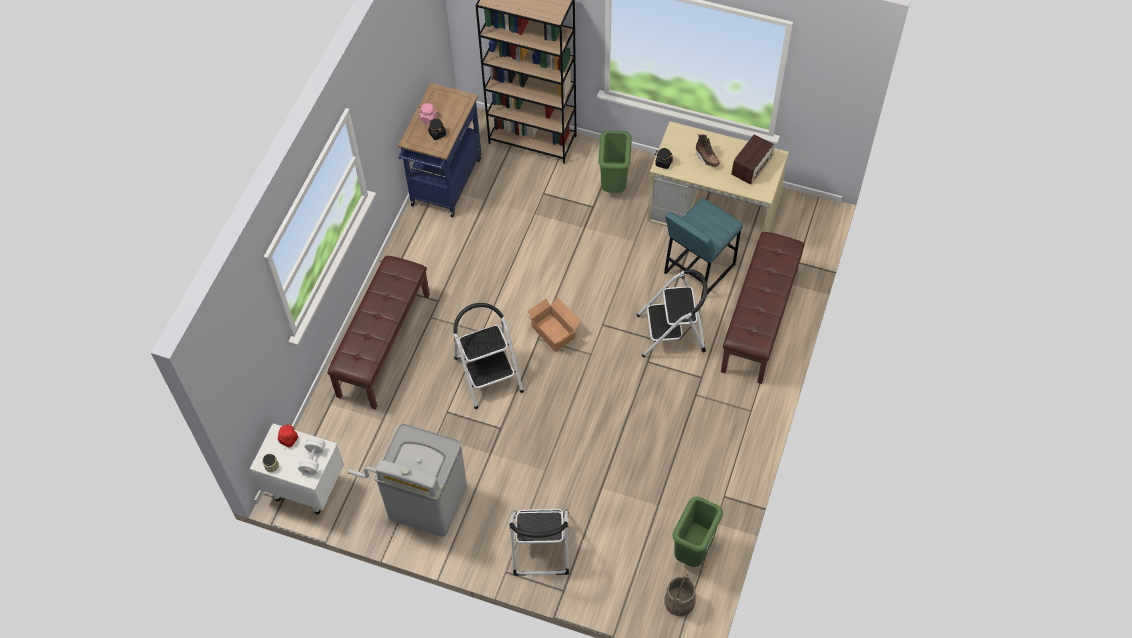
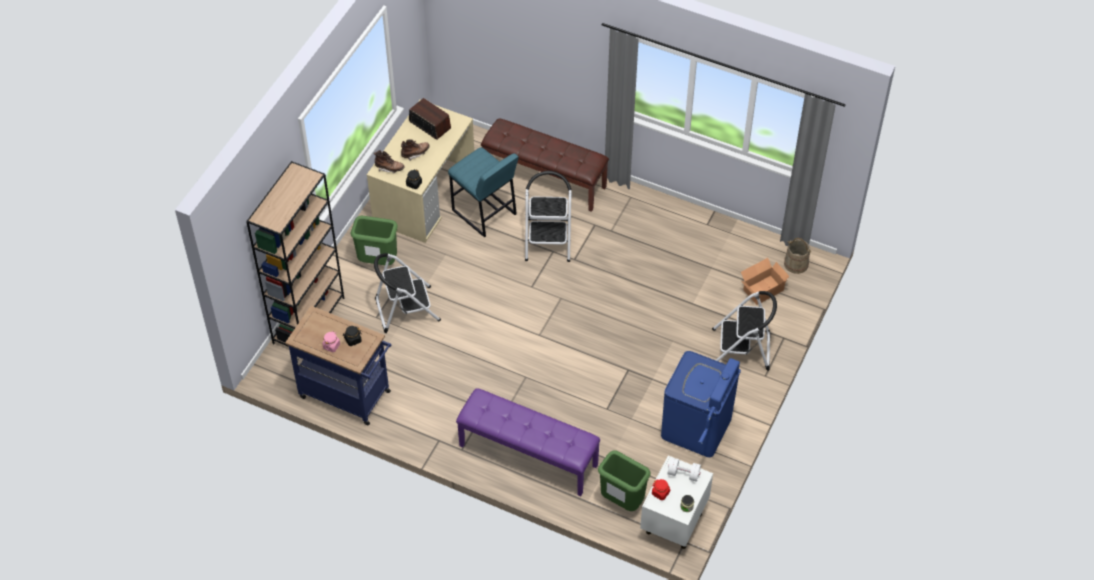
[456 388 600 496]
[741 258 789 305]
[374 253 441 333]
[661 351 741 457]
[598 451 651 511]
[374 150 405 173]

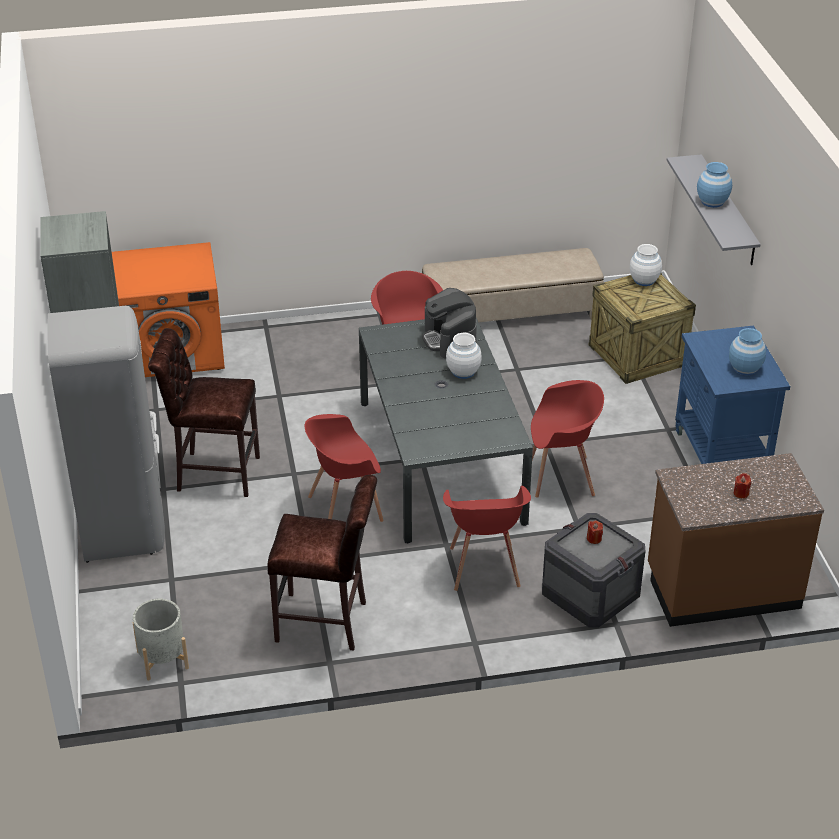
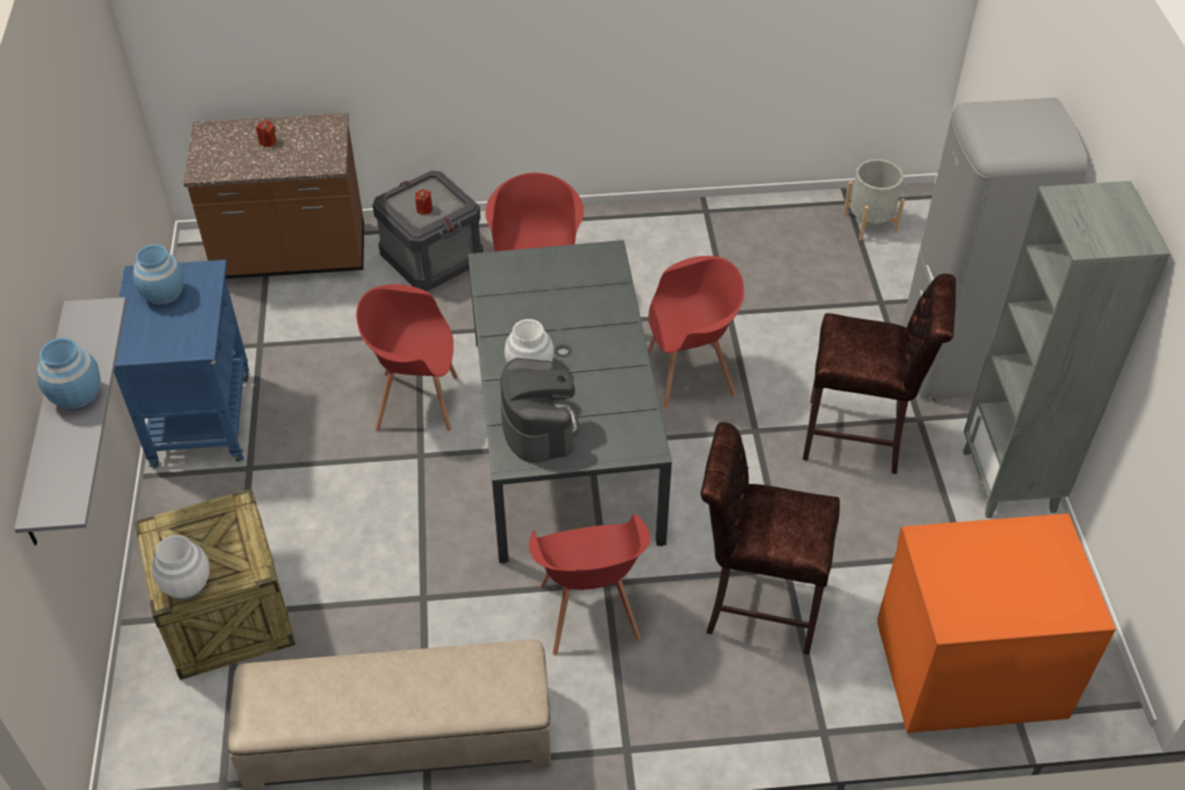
[701 422 840 655]

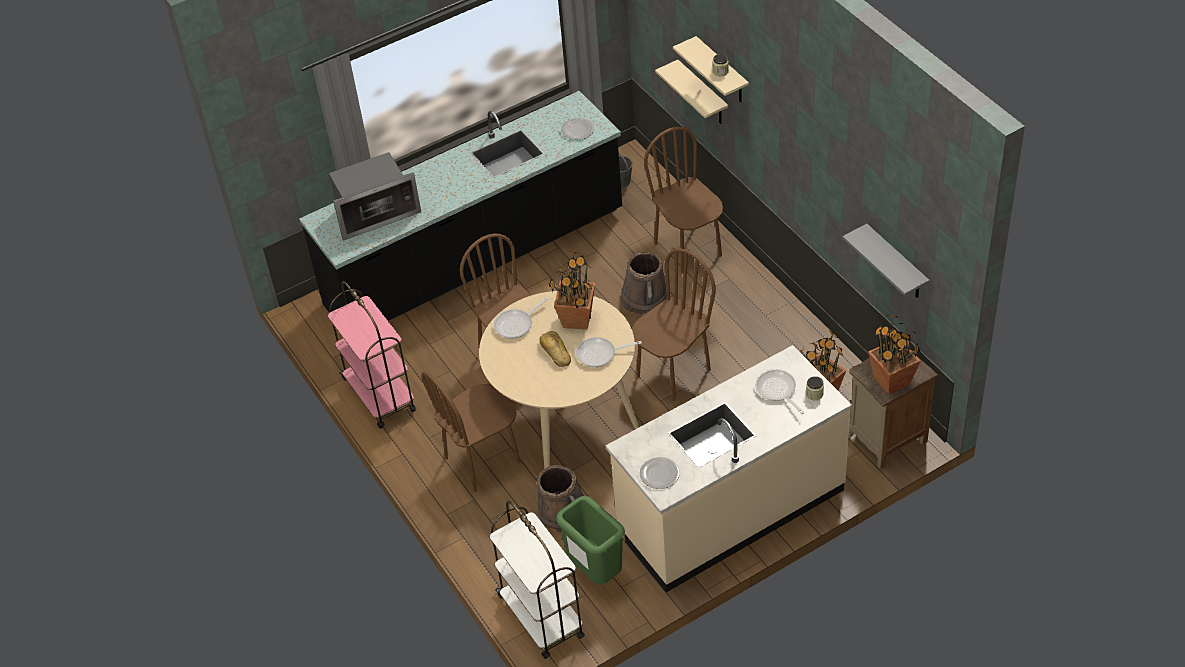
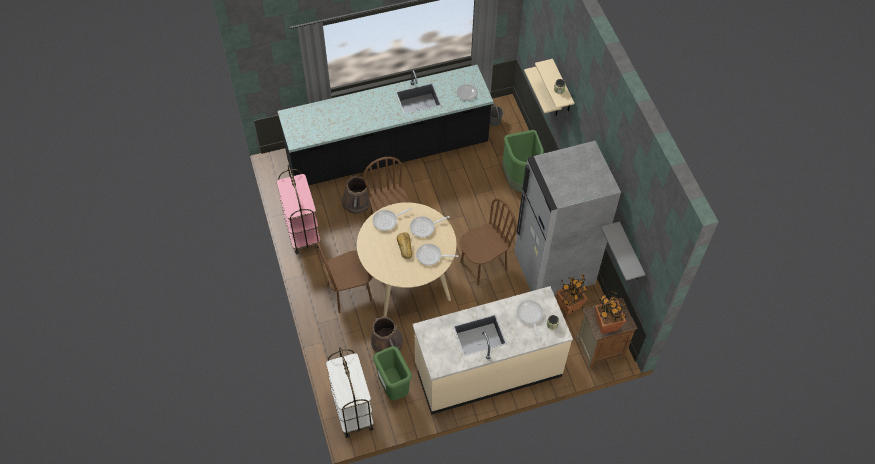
[502 130 544 192]
[329 152 421 241] (first image)
[410 216 450 237]
[342 176 371 214]
[640 457 680 489] (first image)
[515 141 621 295]

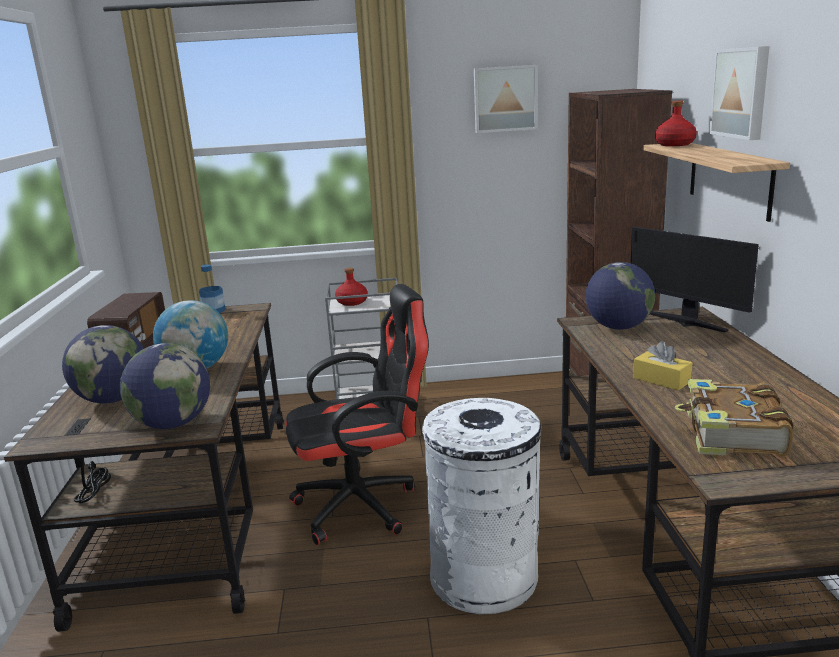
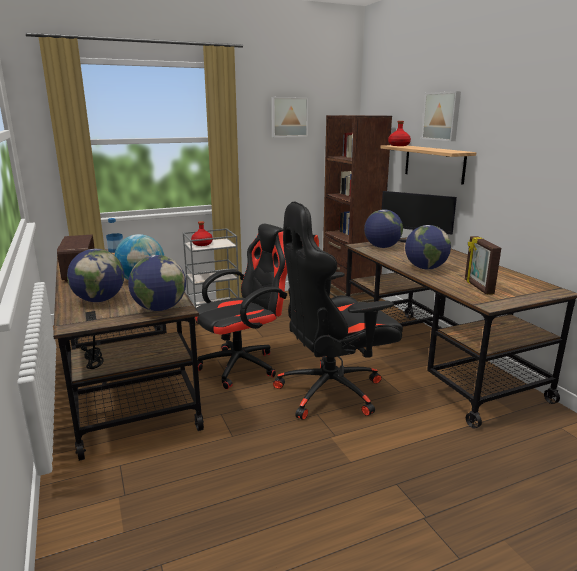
[405 225 451 269]
[465 236 501 295]
[273 201 403 420]

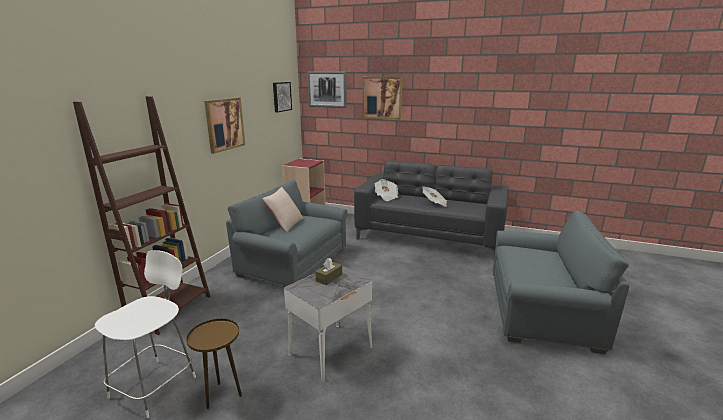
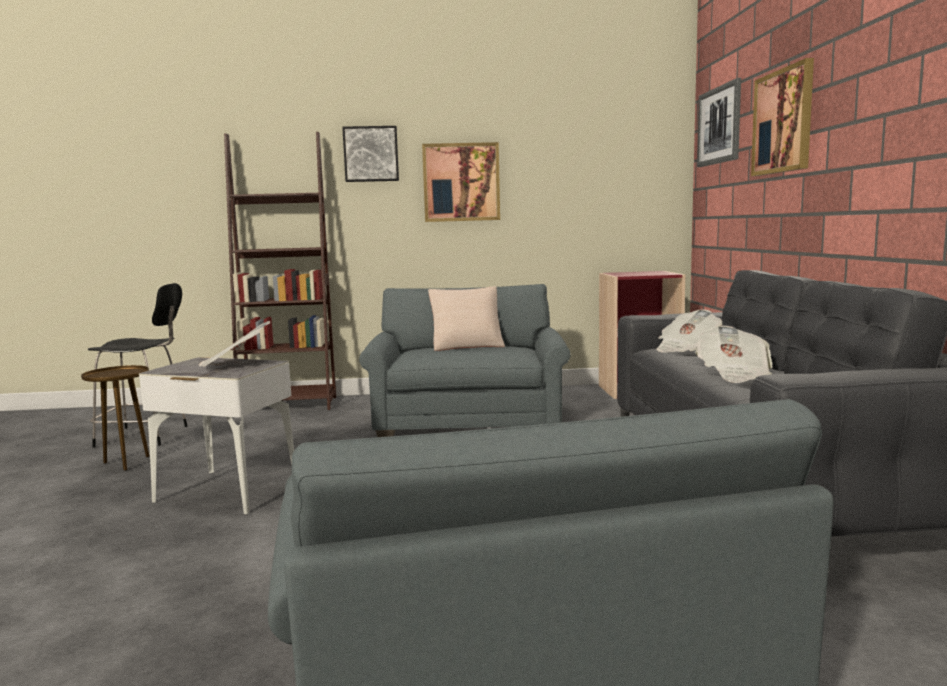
[342 126 399 182]
[88 283 187 448]
[198 321 270 367]

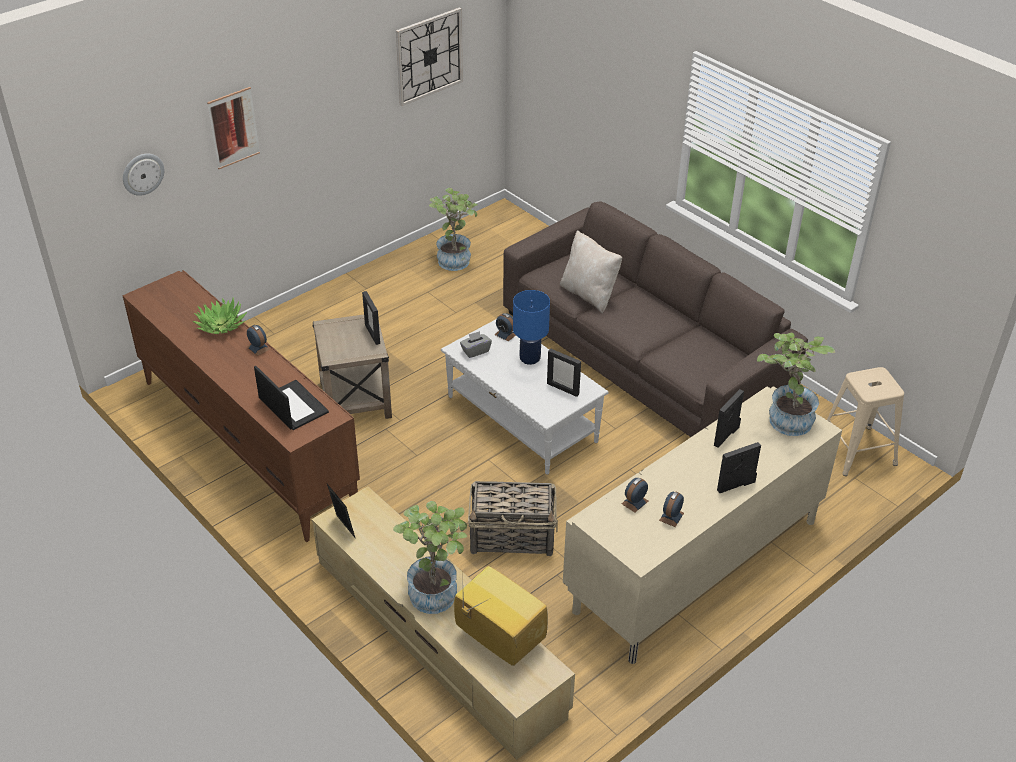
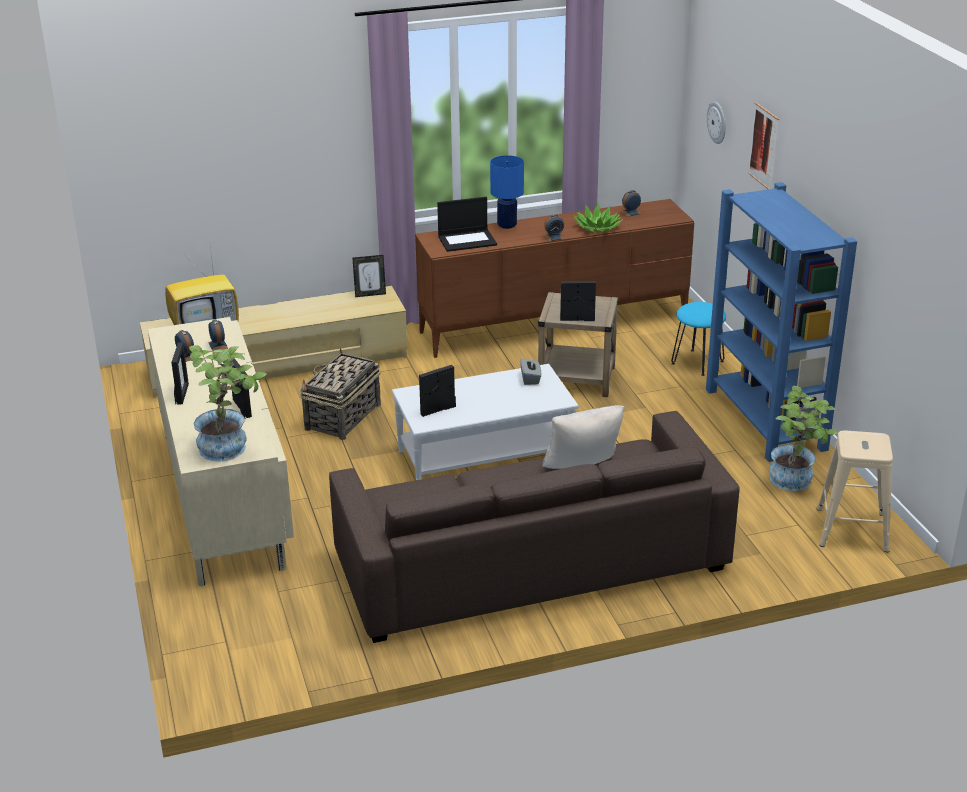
[396 7 463 106] (first image)
[490 155 524 229]
[621 190 642 217]
[816 430 893 552]
[393 501 467 614] (first image)
[706 182 857 462]
[671 302 726 376]

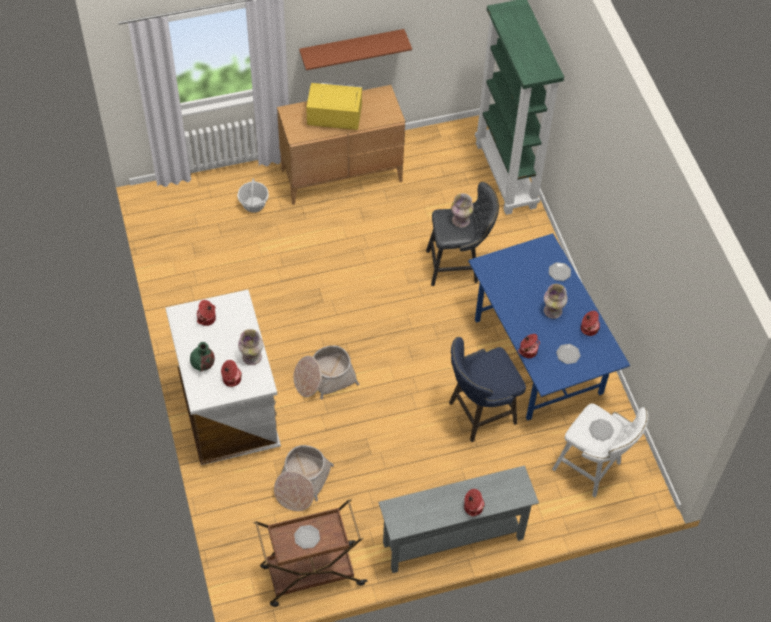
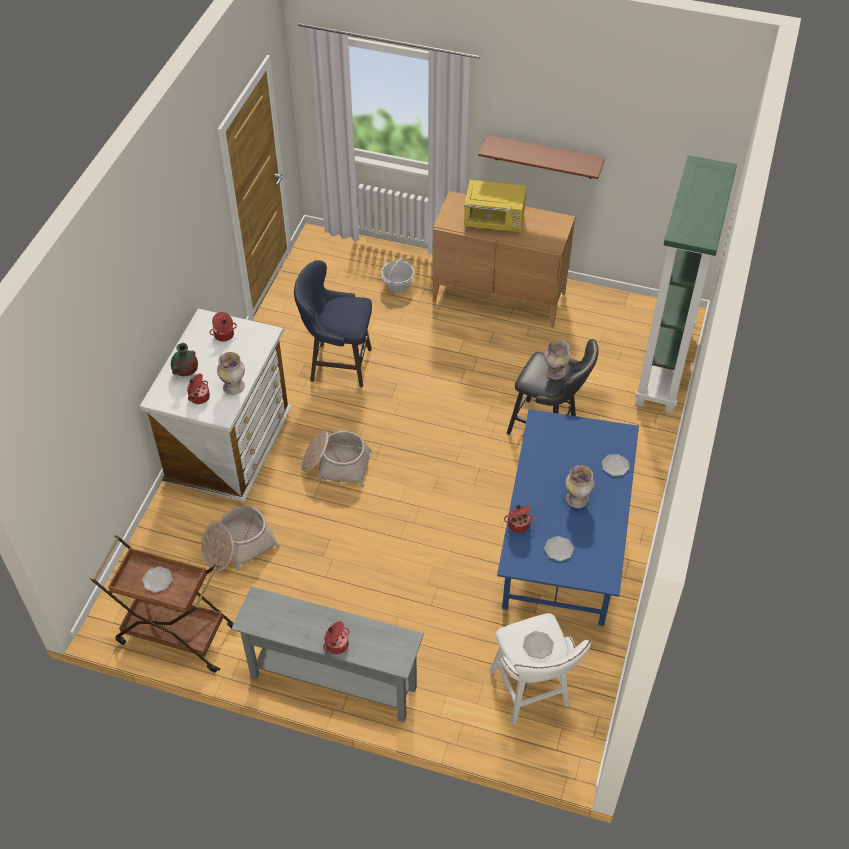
[464 180 526 232]
[581 311 600 336] (first image)
[294 260 372 387]

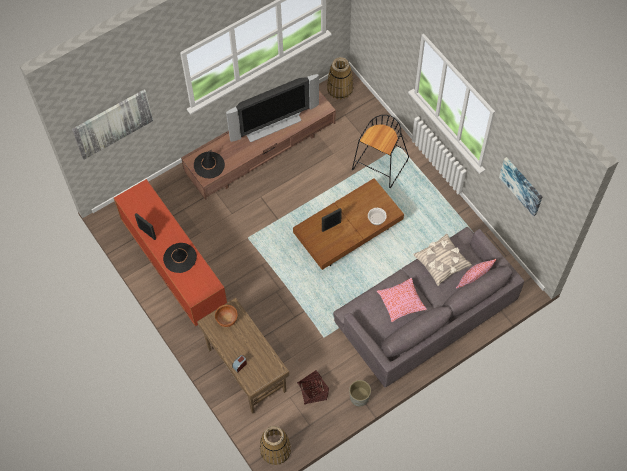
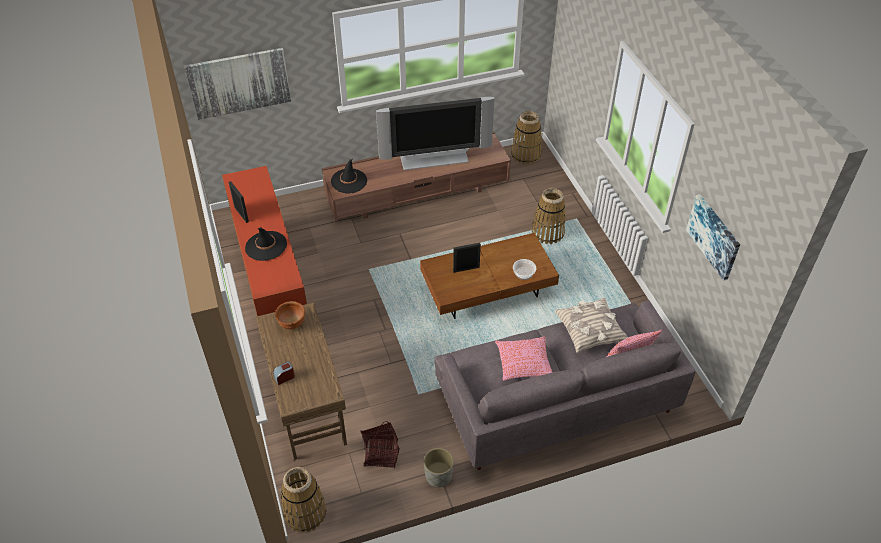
[532 188 566 244]

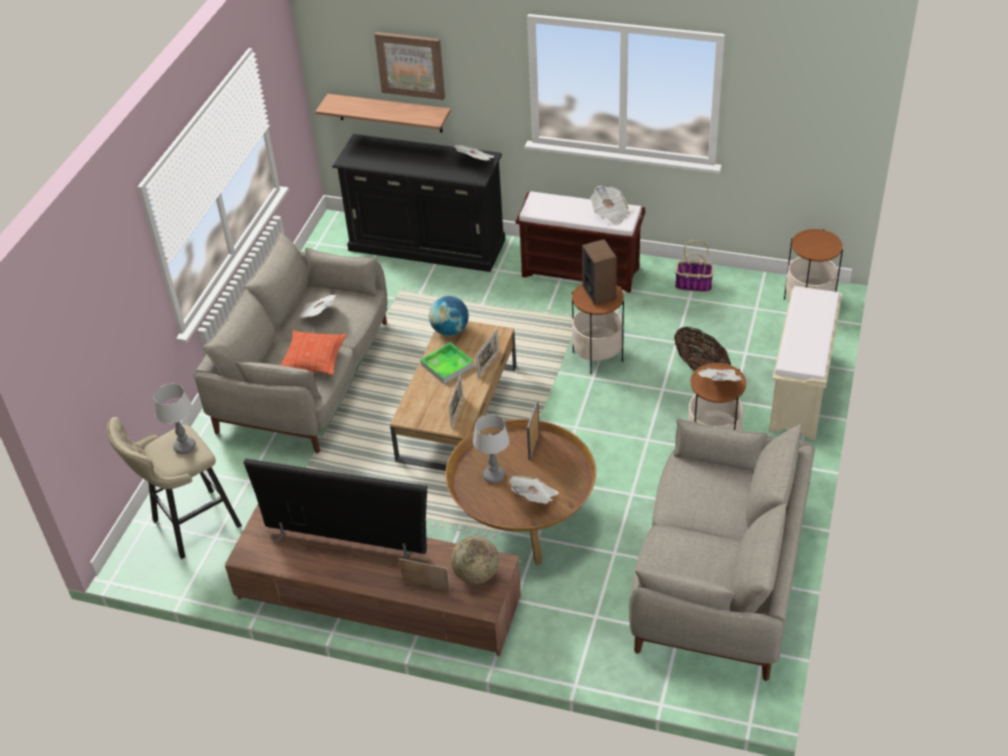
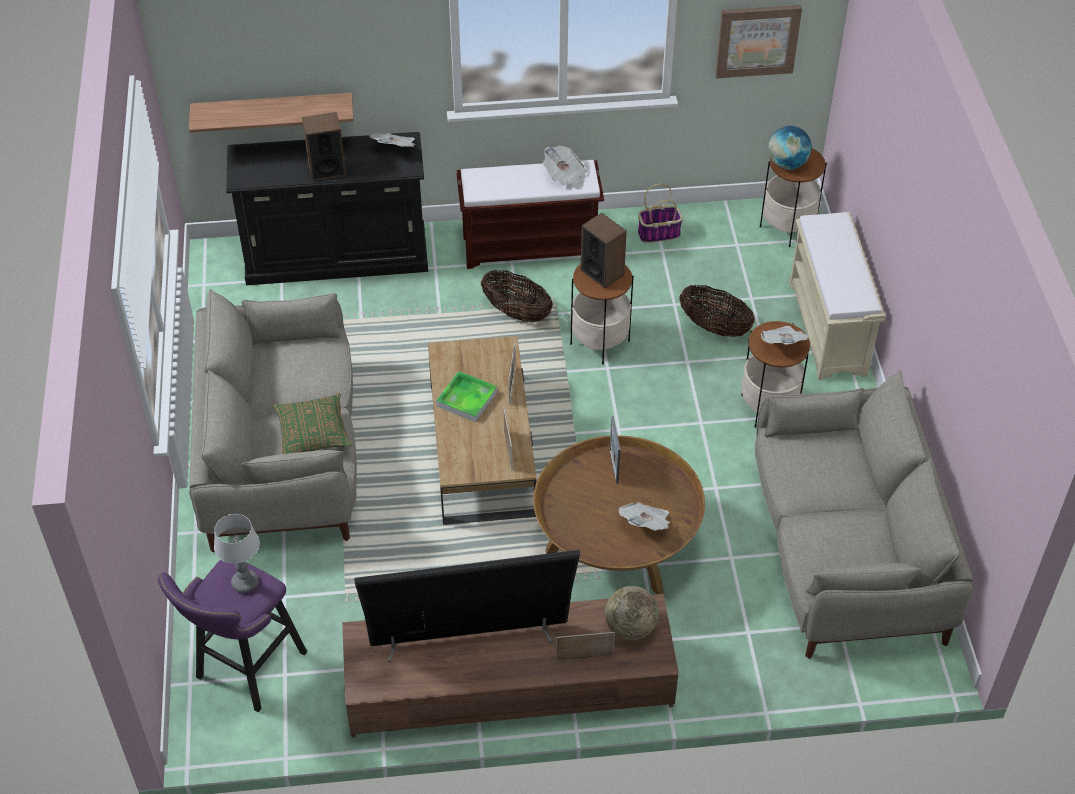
[715 5 802 78]
[299 295 336 318] (first image)
[768 126 812 170]
[273 393 352 454]
[473 414 509 483] (first image)
[158 560 307 712]
[302 112 346 181]
[481 270 553 322]

